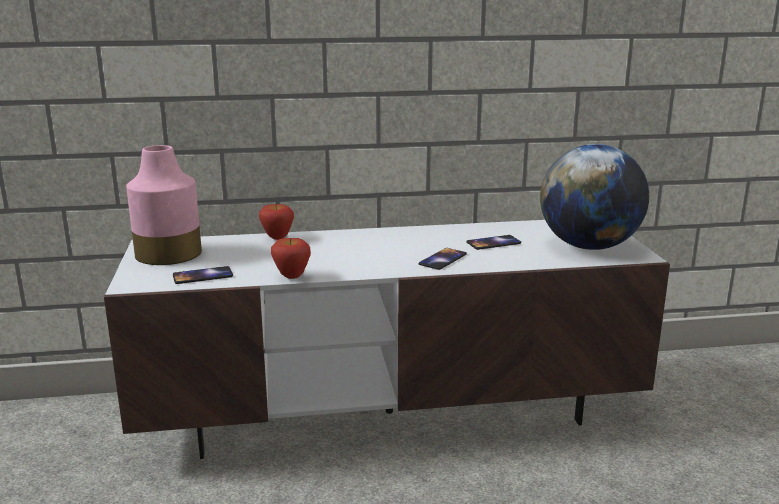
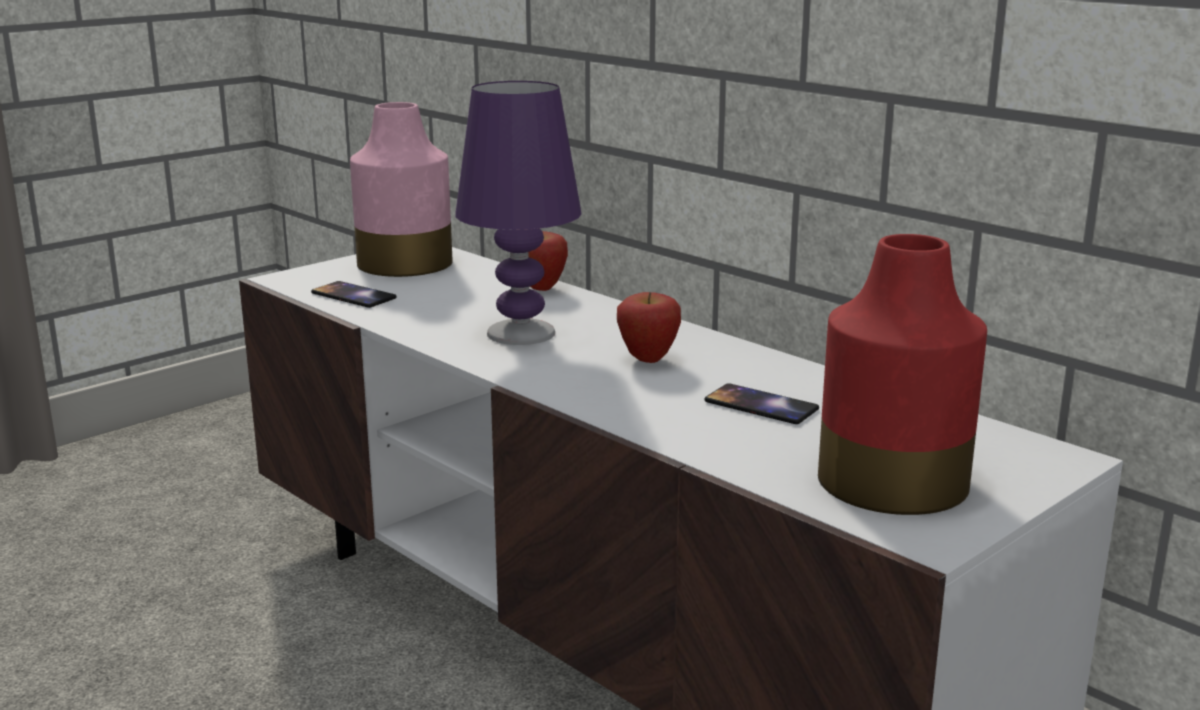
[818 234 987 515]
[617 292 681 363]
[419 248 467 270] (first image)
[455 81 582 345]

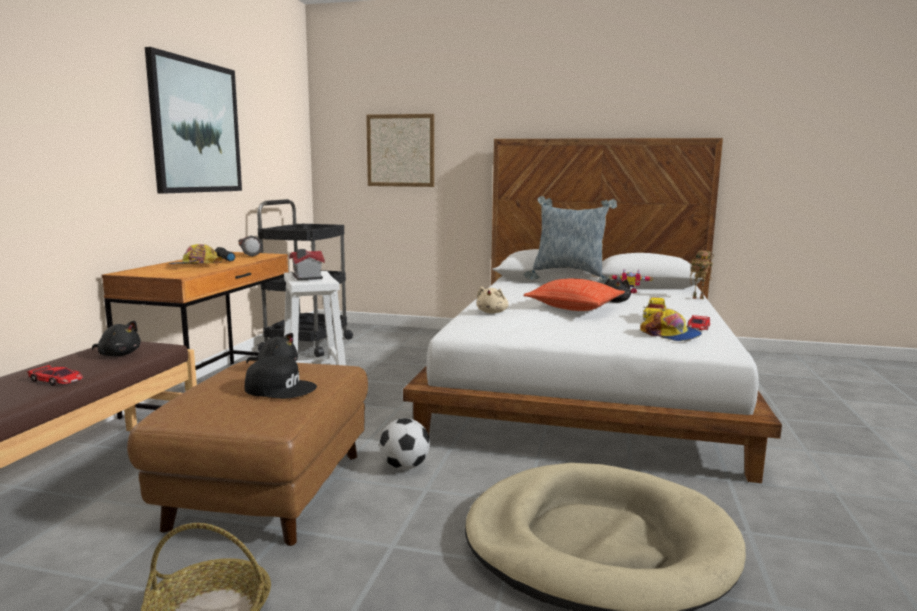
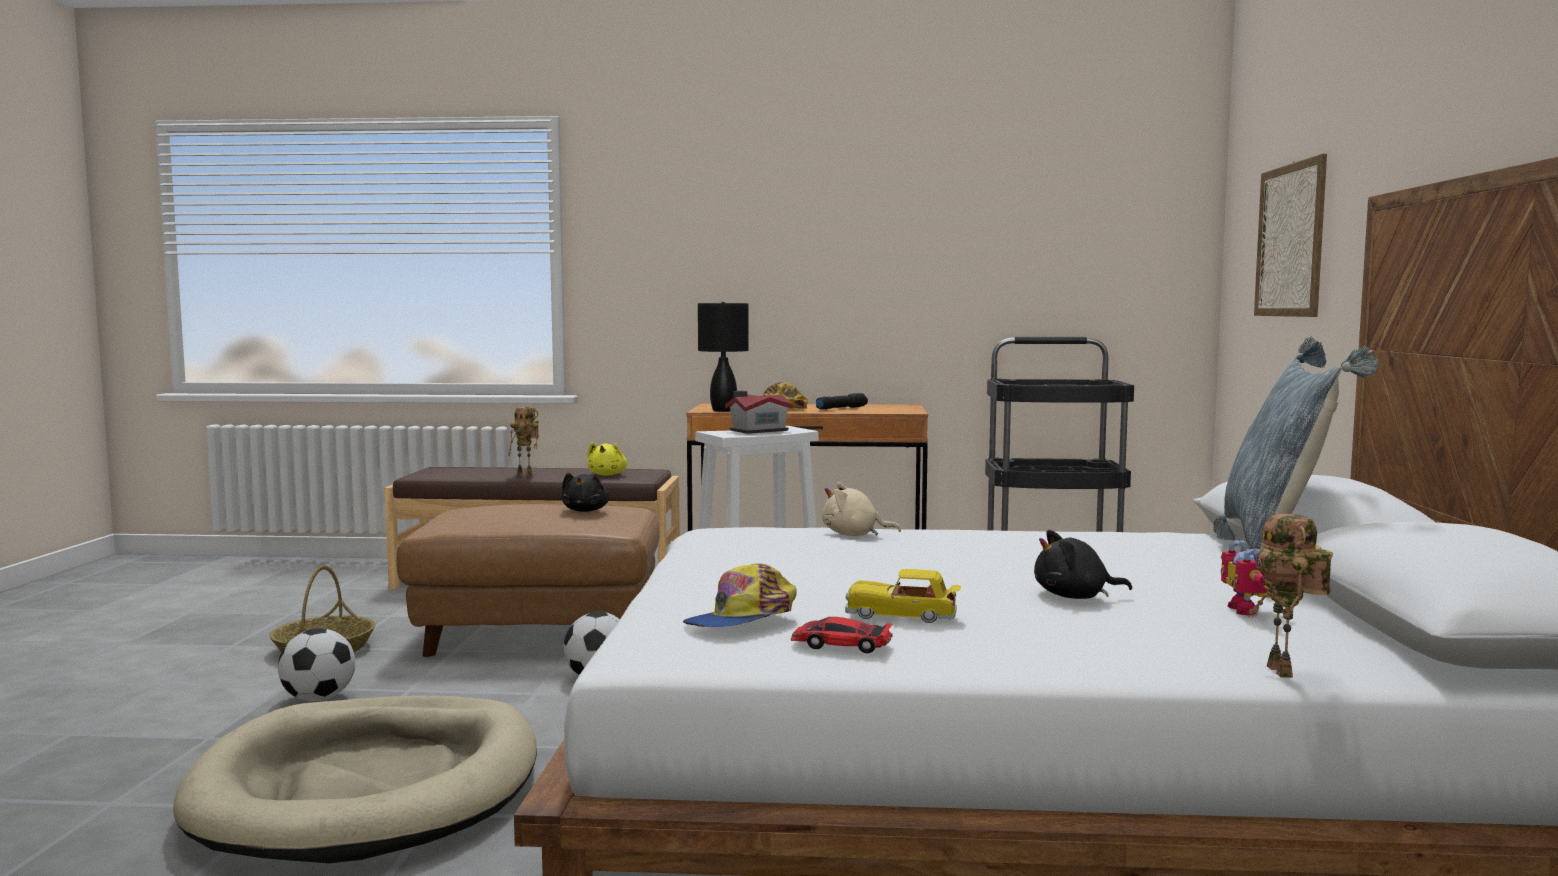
[145 47 242 194] (first image)
[238 235 262 257] (first image)
[523 279 625 311] (first image)
[587 442 628 476]
[245 356 317 399] (first image)
[509 407 539 476]
[698 301 749 412]
[278 628 355 701]

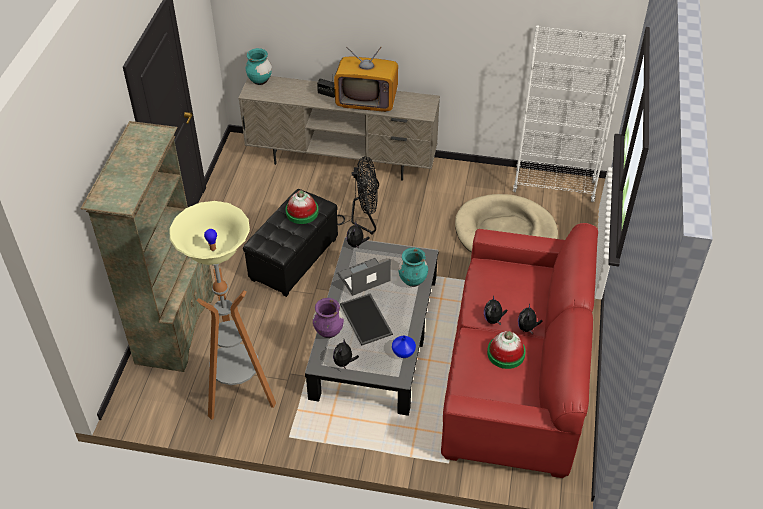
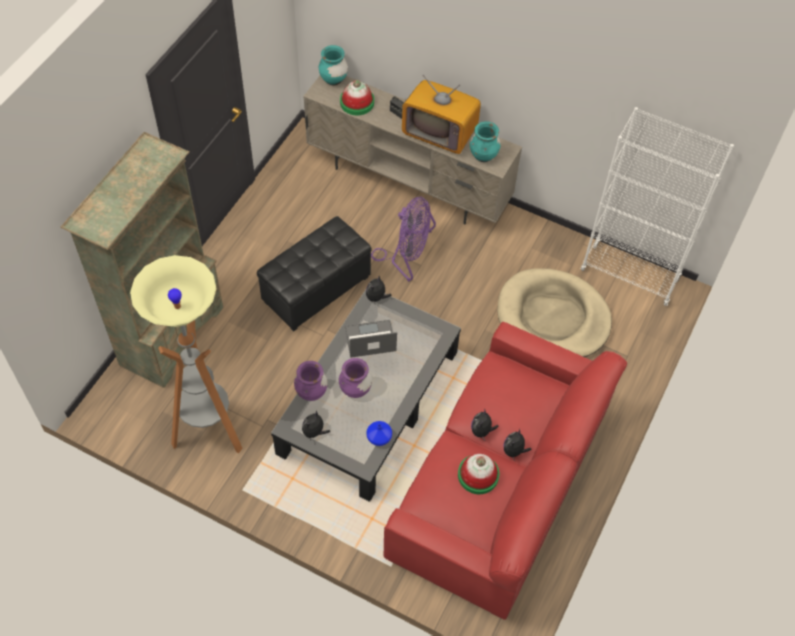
[371 196 436 282]
[340 80 374 116]
[470 121 501 162]
[339 358 372 398]

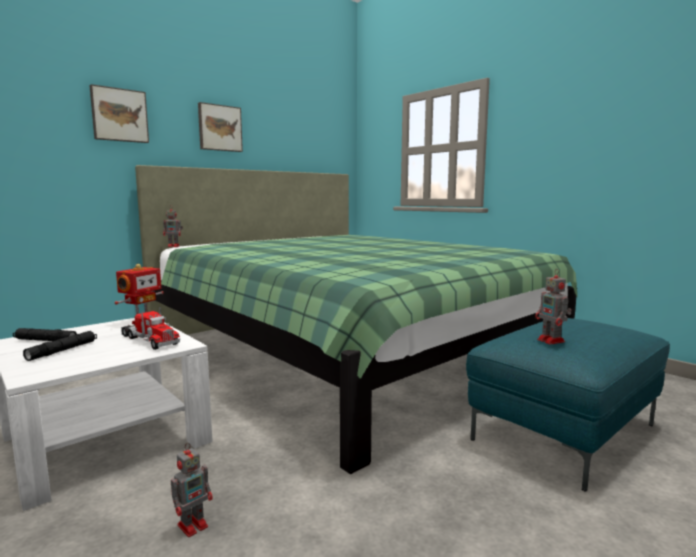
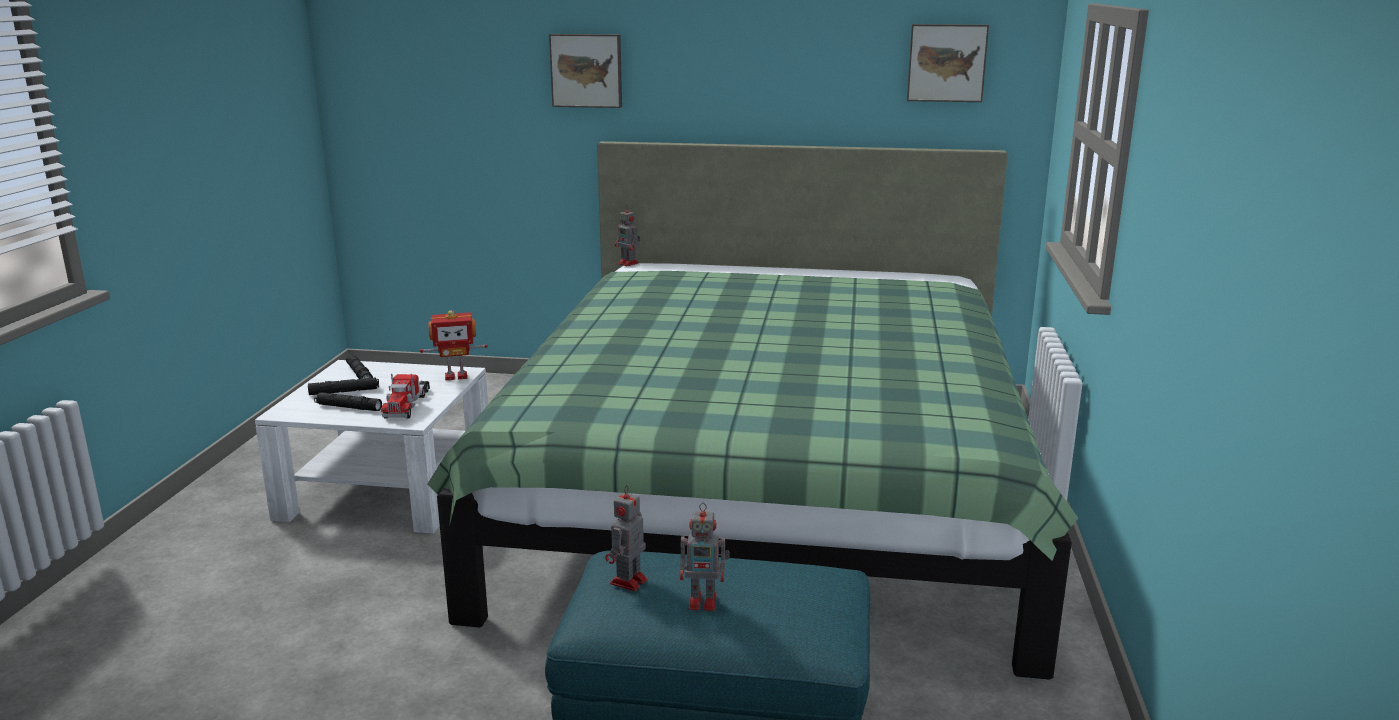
[907 24 989 102]
[680 503 730 611]
[314 392 382 411]

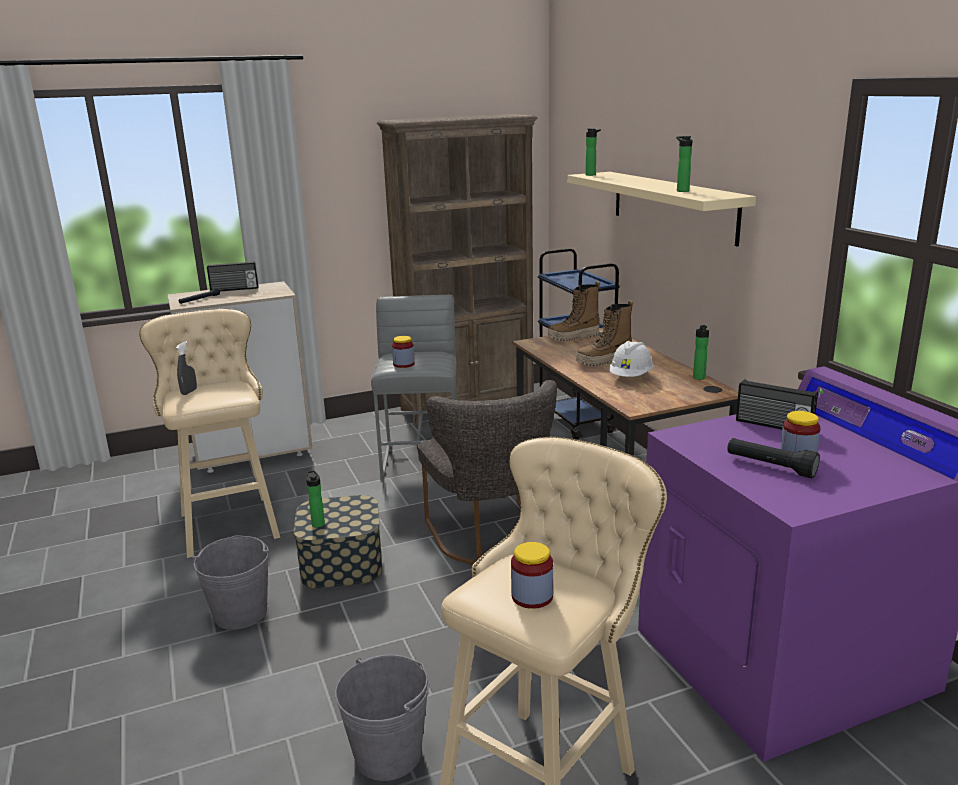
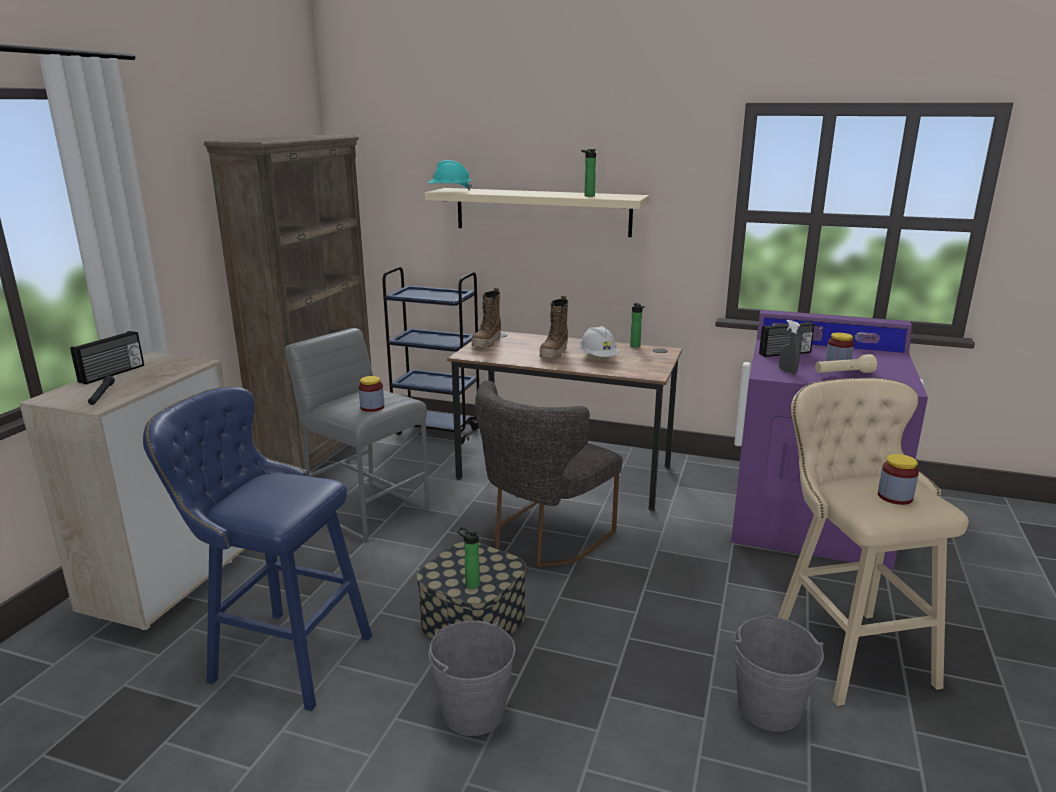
[428 160 472 191]
[143 386 372 711]
[779 320 800 374]
[475 381 622 567]
[815 354 877 373]

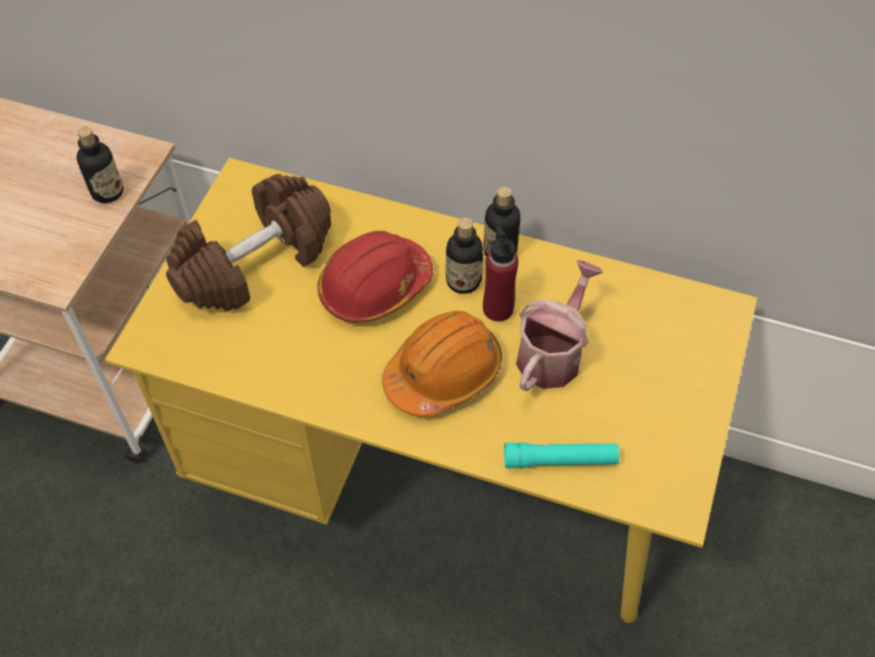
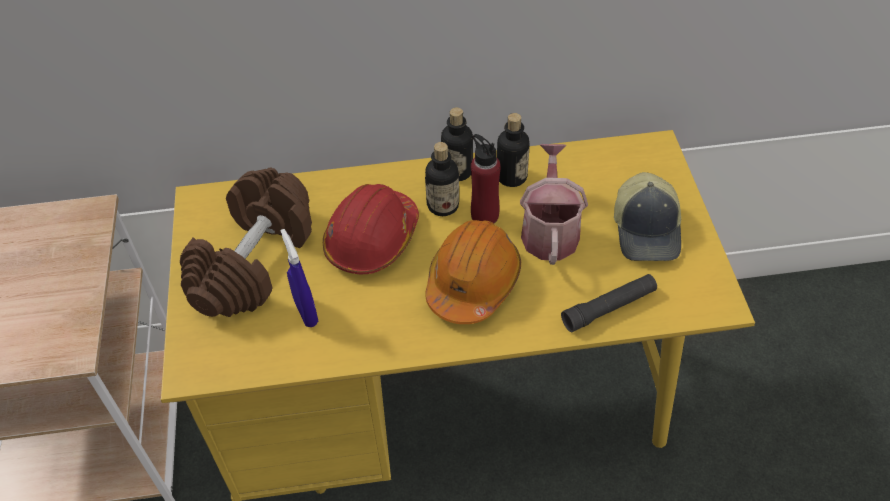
[497 113 530 187]
[561 274 657 332]
[614 172 681 261]
[281 229 318 327]

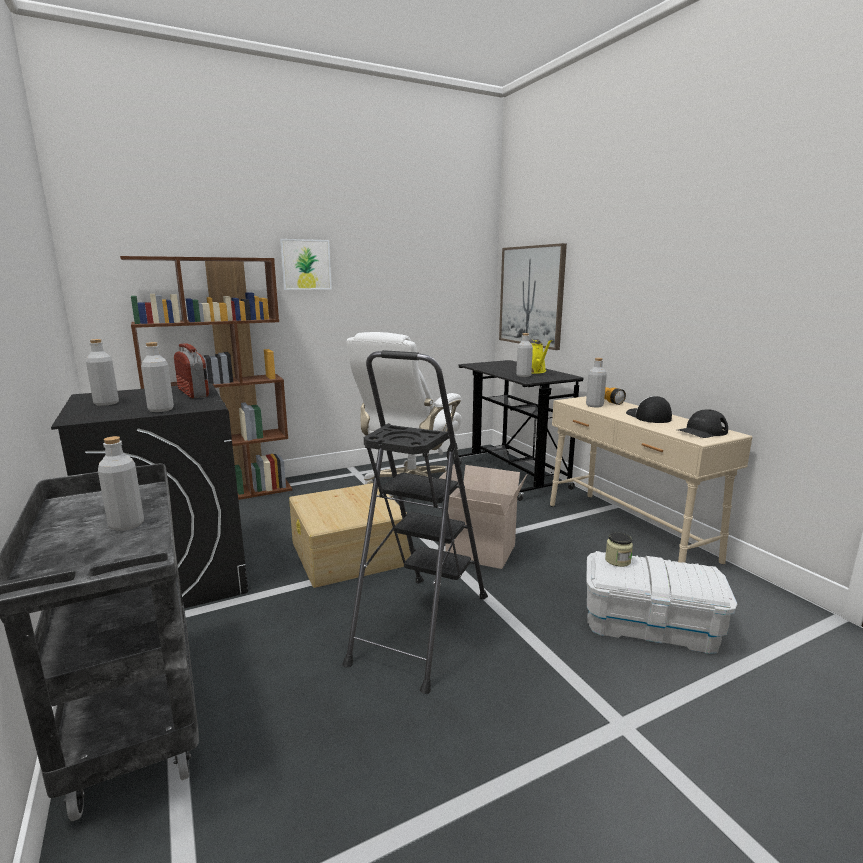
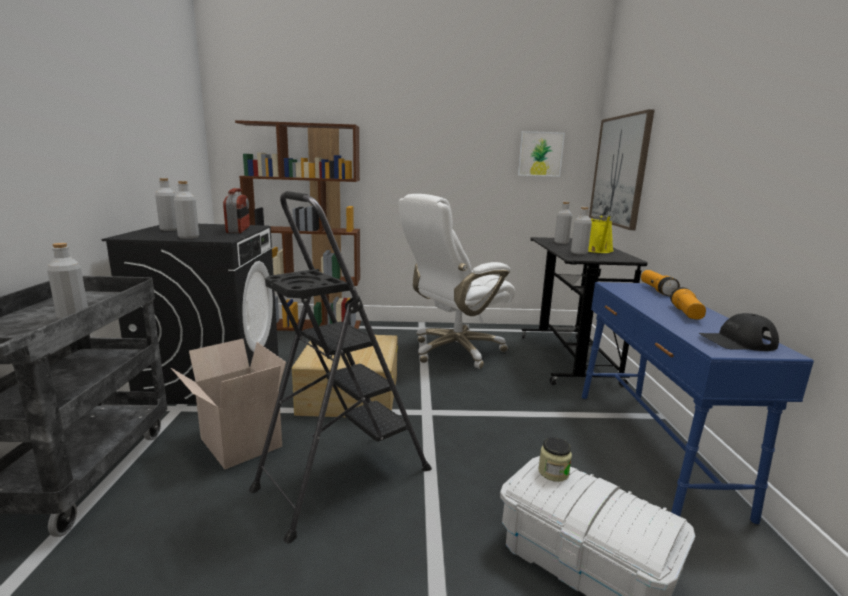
[518 131 565 177]
[554 202 572 244]
[582 282 814 524]
[670 287 706 319]
[171 339 286 469]

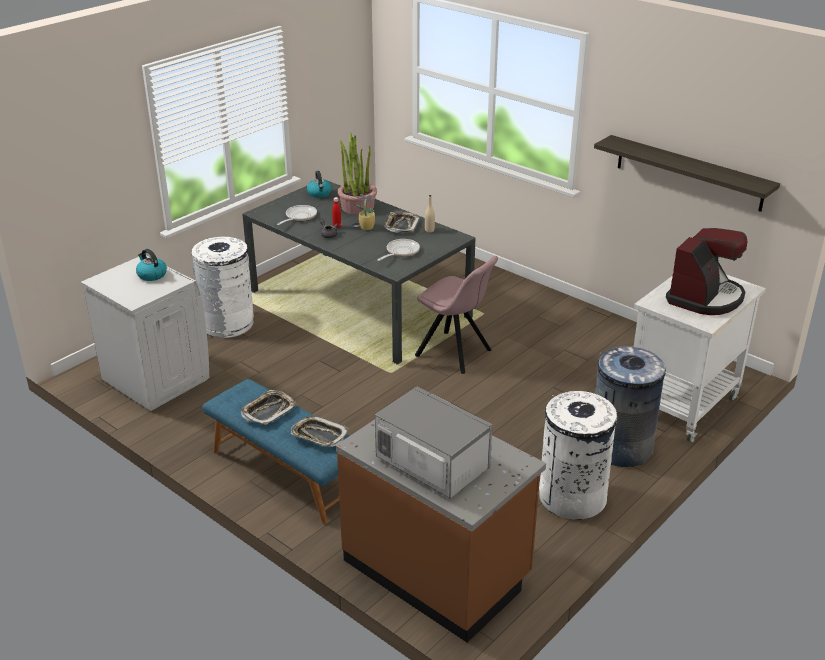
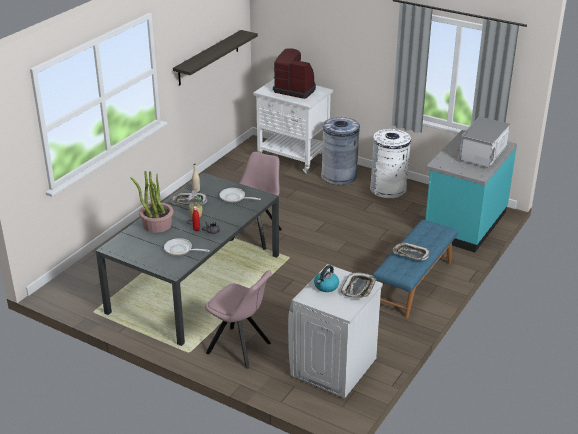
[307 171 332 198] (first image)
[205 270 271 369]
[341 273 376 298]
[425 130 517 252]

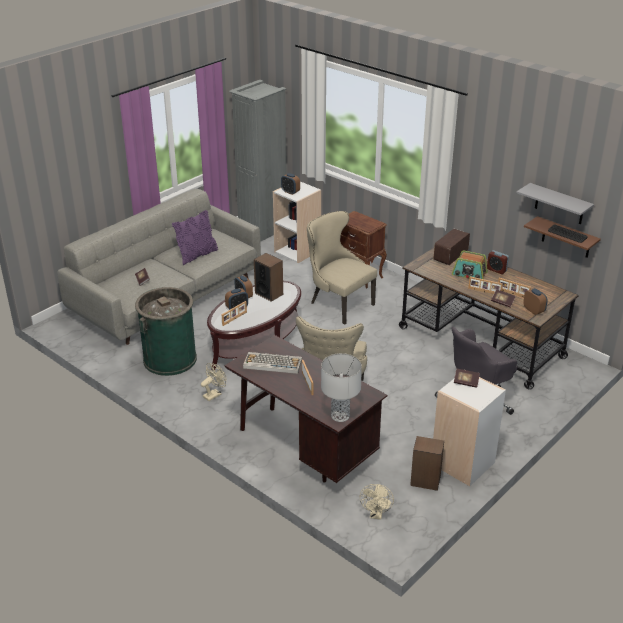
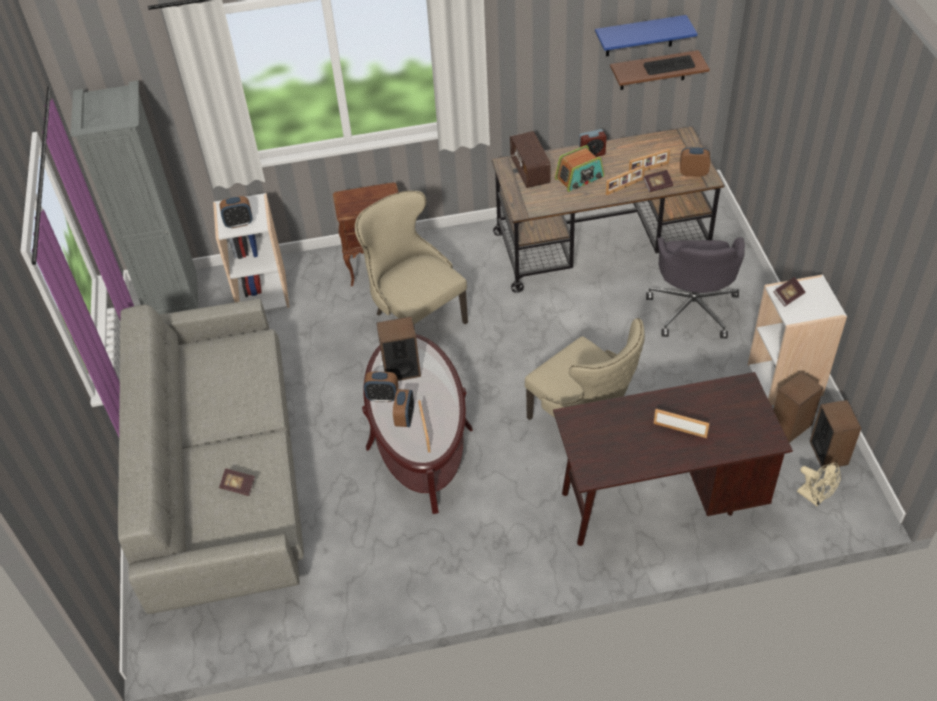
[595 15 698 57]
[172 210 218 265] (first image)
[355 191 468 329]
[135 287 197 376] (first image)
[243 352 302 374] (first image)
[321 353 362 422] (first image)
[201 363 226 401] (first image)
[810 400 861 469]

